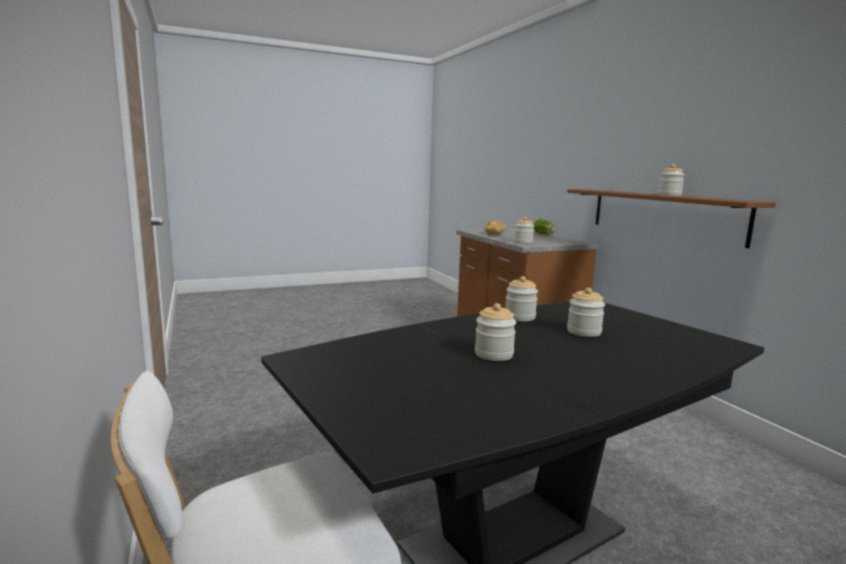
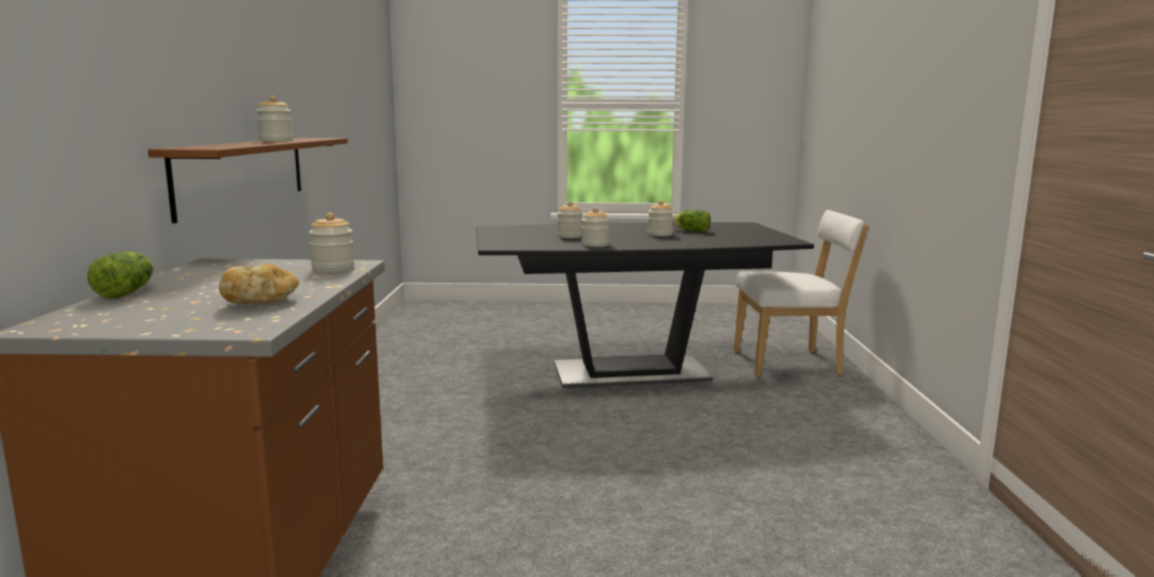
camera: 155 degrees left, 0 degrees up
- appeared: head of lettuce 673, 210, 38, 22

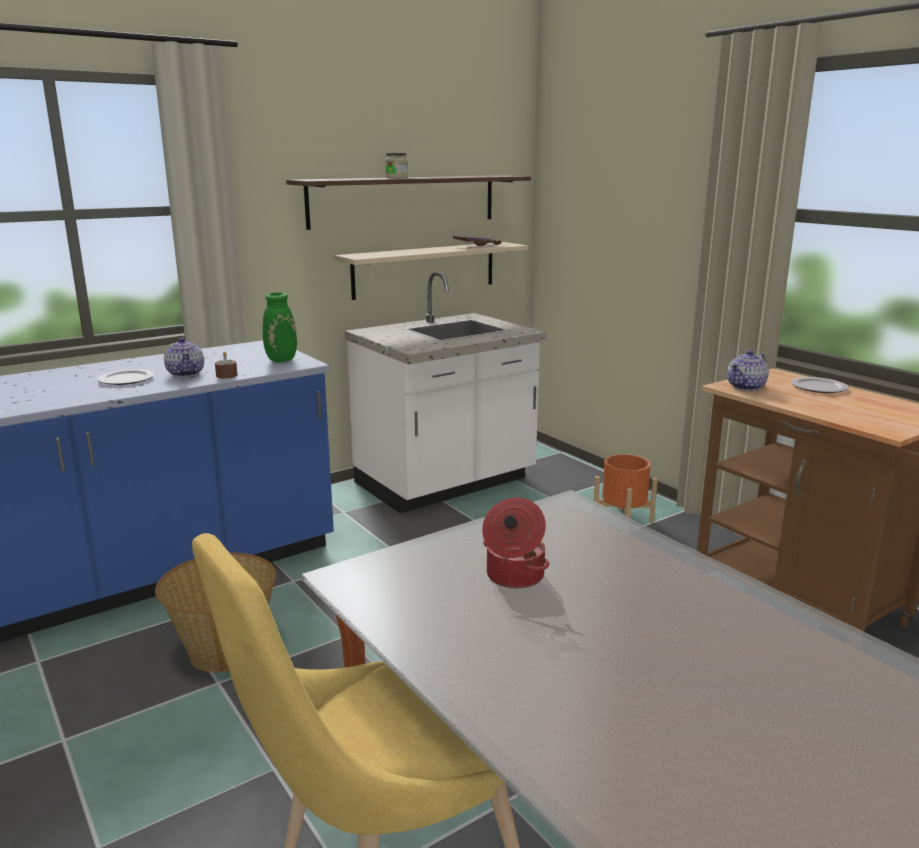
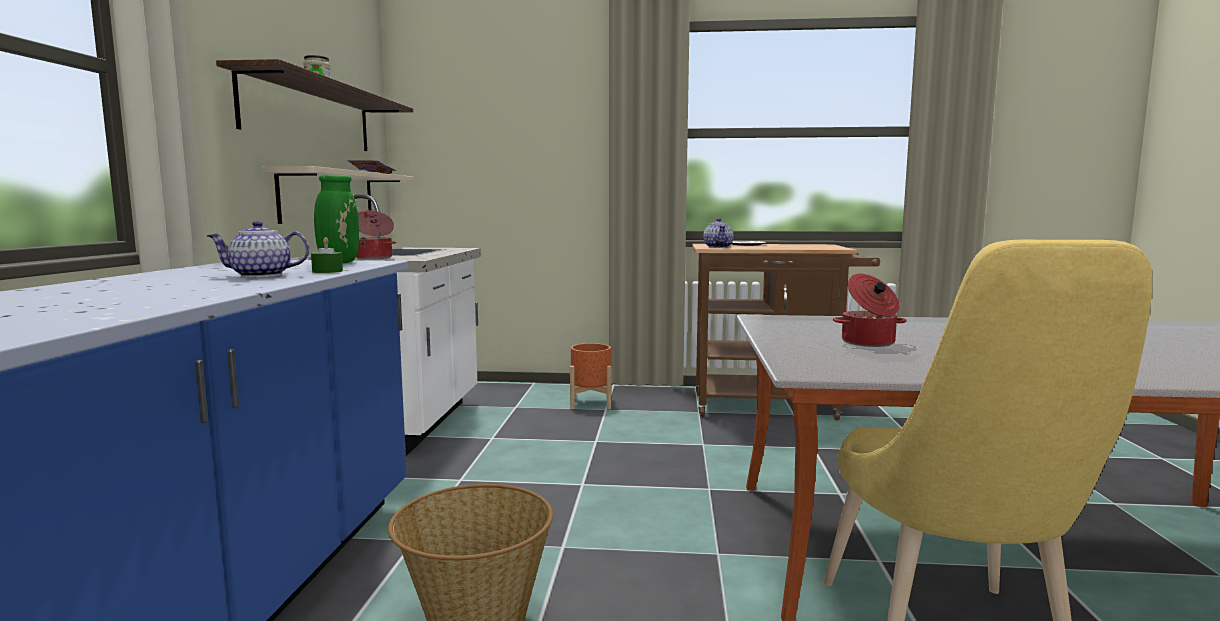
camera: 50 degrees left, 10 degrees down
- spun: teapot 164, 338, 40, 39 = 206, 221, 103, 57 150 degrees clockwise
- colour: wax light (brown-coloured) 215, 352, 22, 27 to wax light (green-coloured) 311, 237, 32, 36
- appeared: saucepot 356, 210, 40, 49
- missing: plate 97, 369, 57, 16

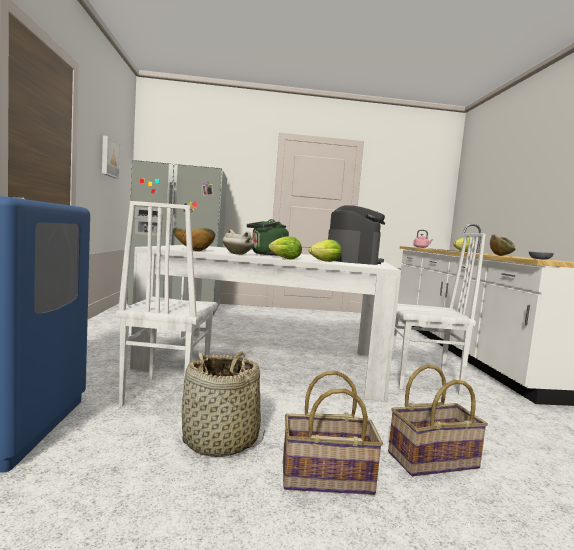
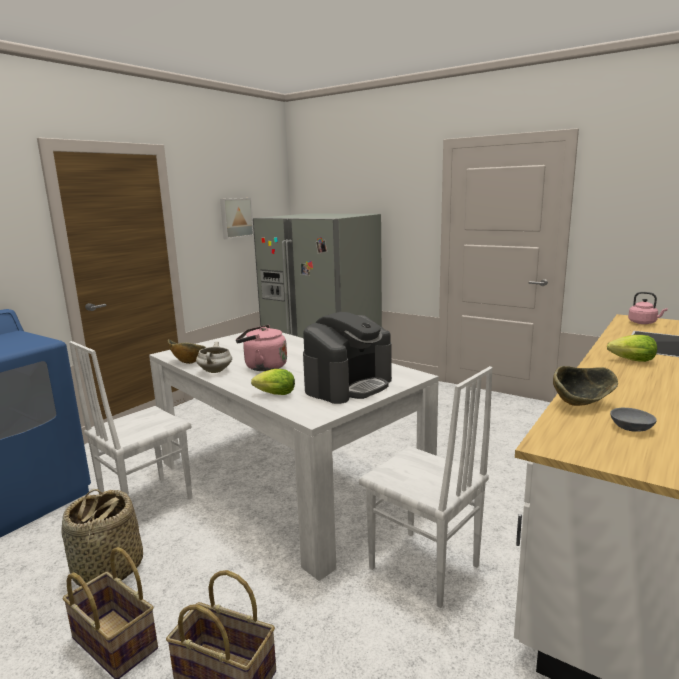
camera: 40 degrees right, 10 degrees up
- colour: tea kettle (green-coloured) 247, 219, 42, 37 to tea kettle (pinkish) 236, 325, 51, 46
- missing: head of lettuce 268, 236, 34, 23

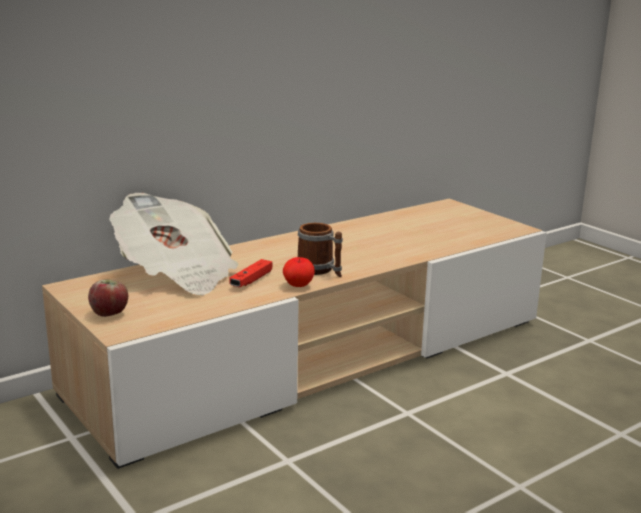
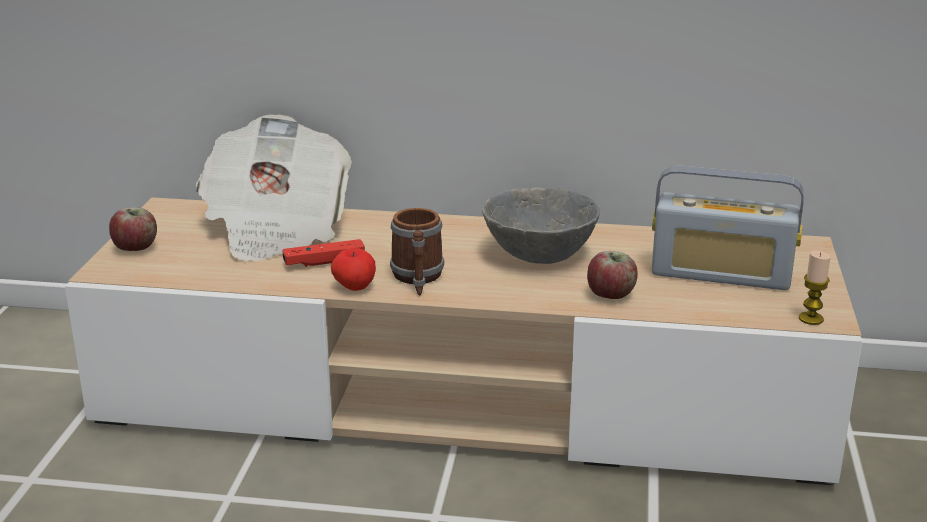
camera: 45 degrees right, 5 degrees up
- appeared: bowl (greyish) 482, 187, 118, 77
- appeared: whole apple 587, 251, 51, 48
- appeared: radio receiver 652, 166, 152, 124
- appeared: wax light 799, 251, 31, 74

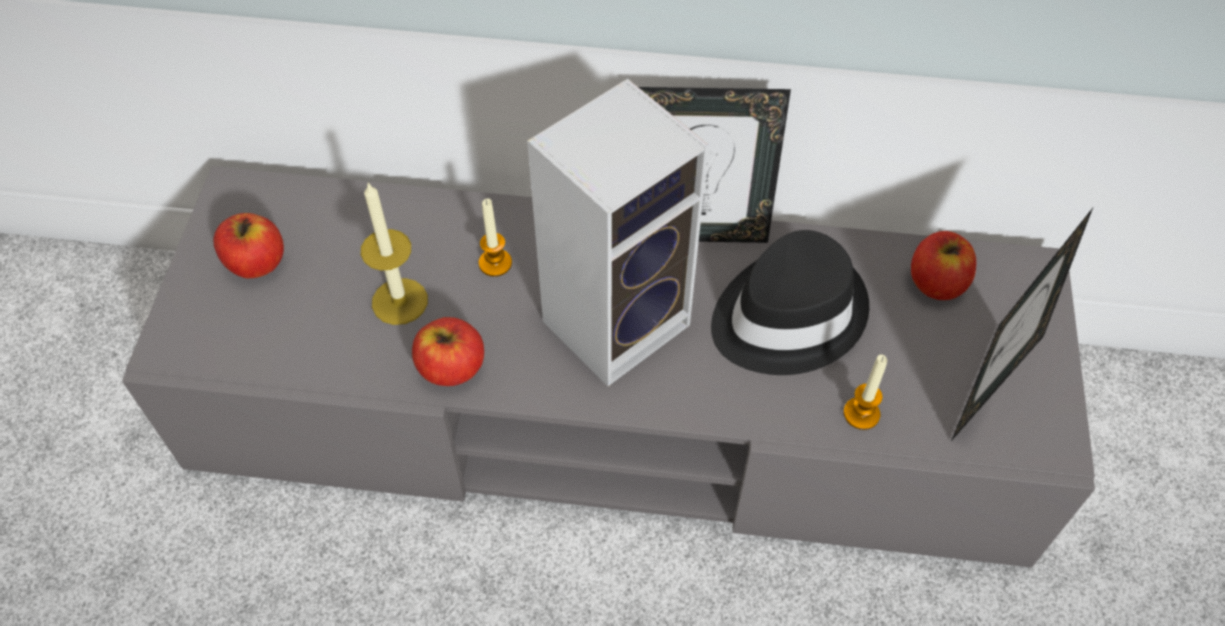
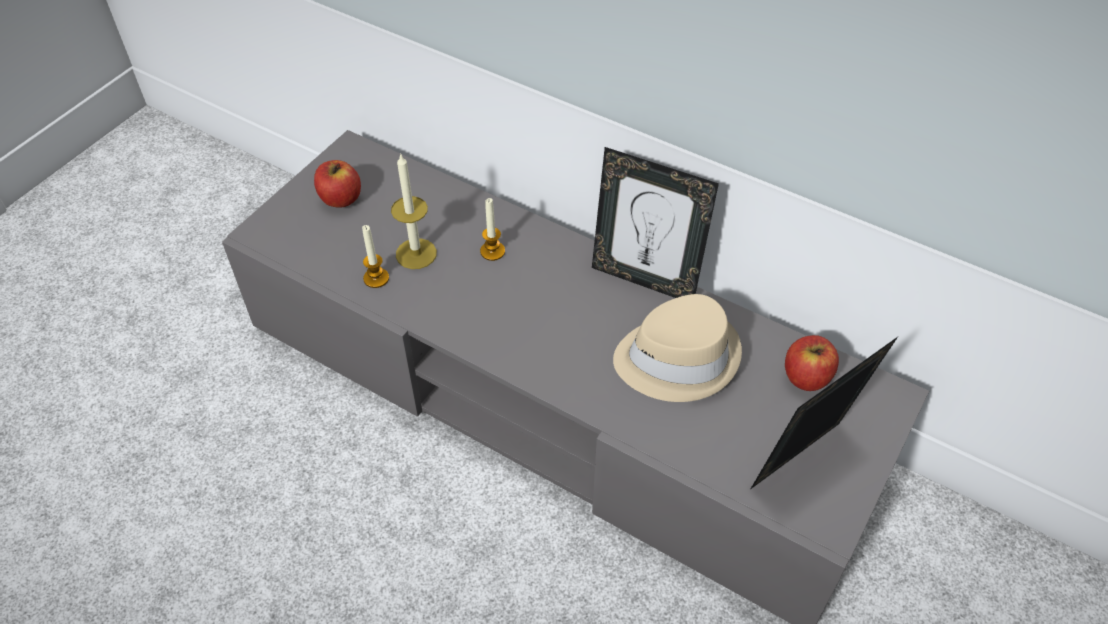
camera: 25 degrees right, 5 degrees down
- relocated: wax light 844, 355, 43, 75 to 362, 225, 27, 63
- colour: clothing hat (black-coloured) 711, 230, 158, 145 to clothing hat (beige) 613, 294, 129, 108
- missing: whole apple 412, 317, 72, 69
- missing: speaker 527, 79, 182, 307

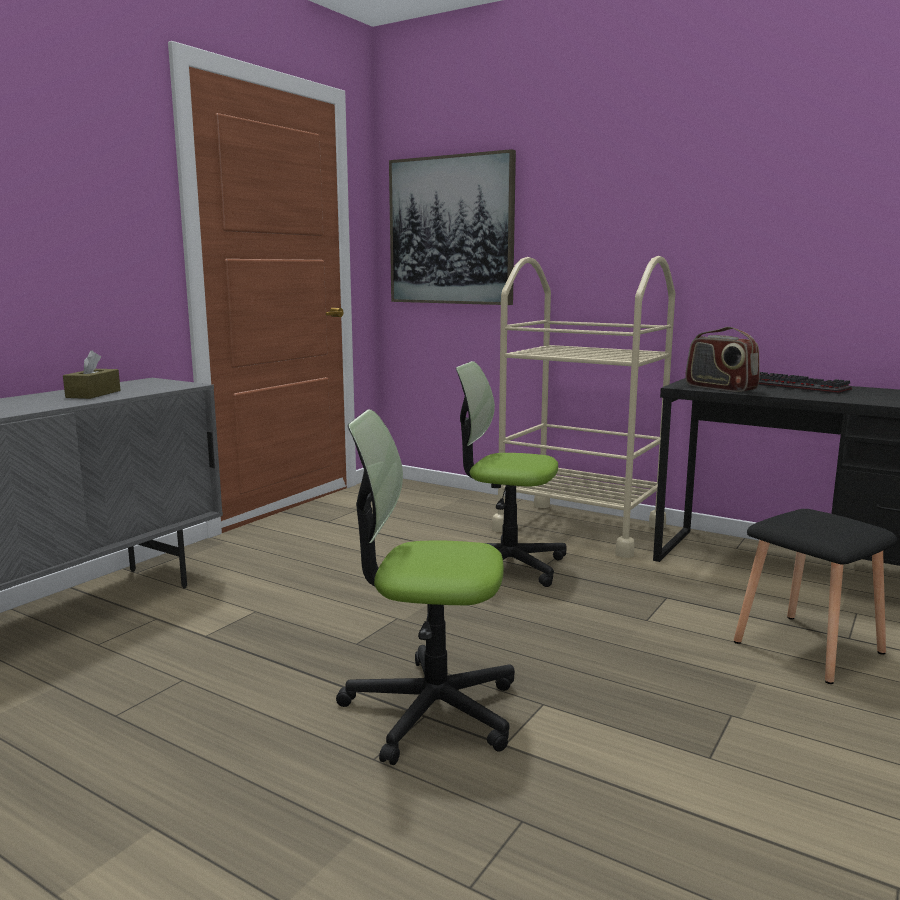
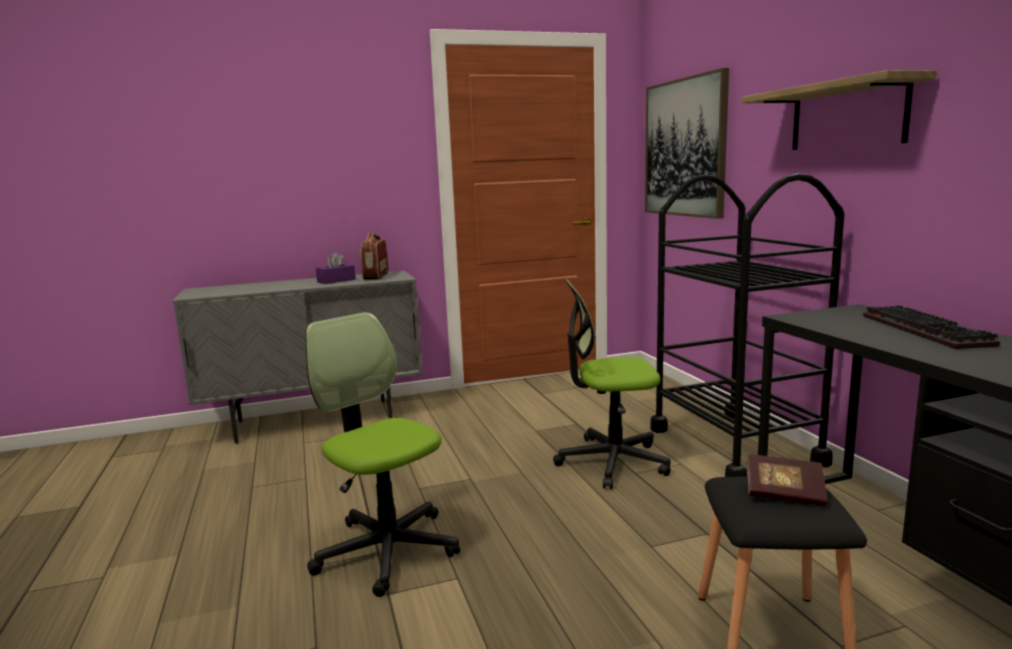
camera: 40 degrees right, 0 degrees up
- colour: tissue holder (brown-coloured) 63, 350, 57, 49 to tissue holder (purplish) 316, 252, 40, 32
- relocated: radio receiver 685, 327, 75, 65 to 360, 232, 28, 48
- spun: office chair 456, 361, 111, 226 = 553, 280, 118, 209 60 degrees counterclockwise
- colour: wheeled cart (beige) 492, 256, 183, 302 to wheeled cart (black-coloured) 650, 173, 195, 304
- appeared: bracket shelf 742, 70, 195, 80
- appeared: book 747, 454, 81, 52

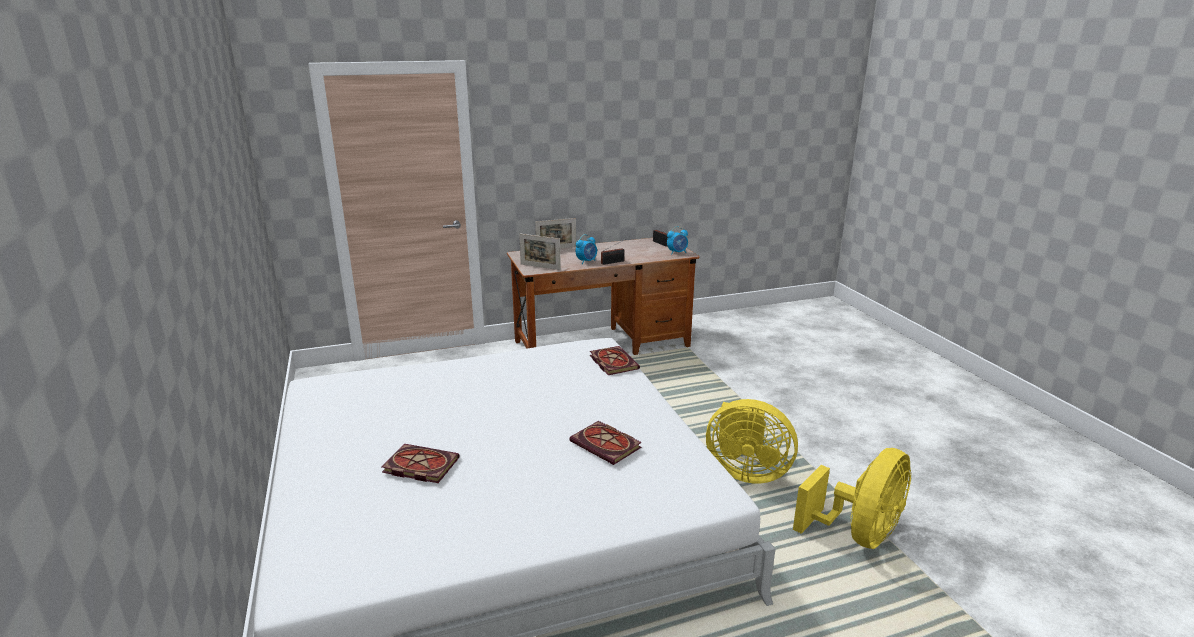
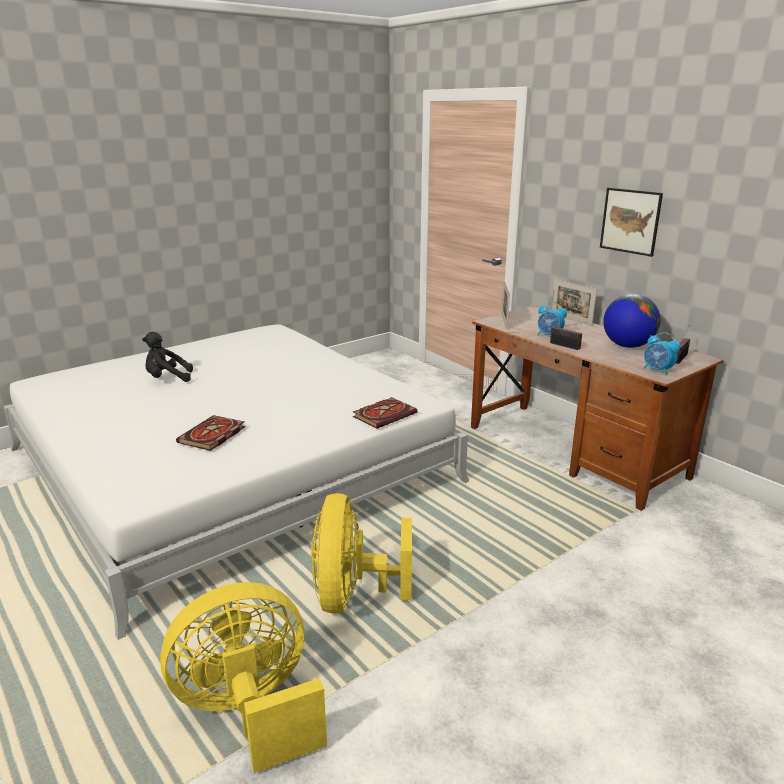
camera: 70 degrees right, 0 degrees up
- exchanged: book 382, 444, 77, 39 to plush toy (black-coloured) 142, 332, 51, 50
- spun: electric fan (yellow-coloured) 793, 448, 118, 101 = 160, 582, 167, 191 135 degrees clockwise
- appeared: picture 600, 188, 63, 69
- appeared: world globe 603, 294, 58, 54

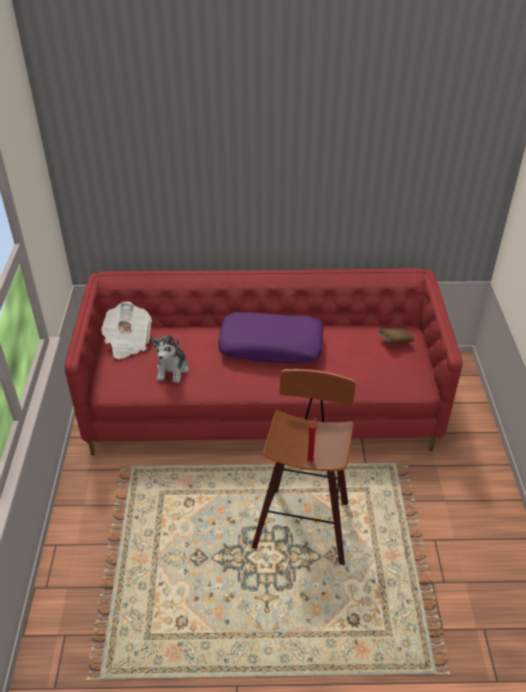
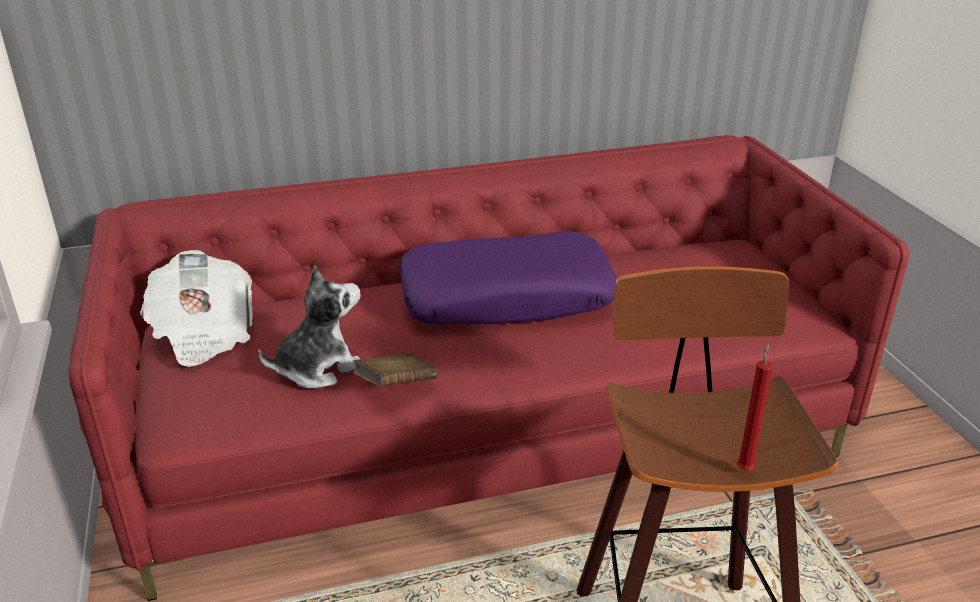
camera: 15 degrees left, 10 degrees down
- spun: plush toy 151, 335, 38, 48 = 258, 265, 103, 124 120 degrees counterclockwise
- relocated: book (brown-coloured) 378, 328, 36, 14 to 353, 354, 85, 32

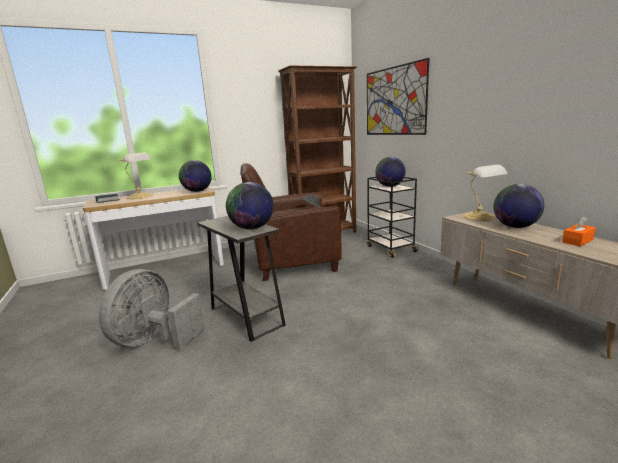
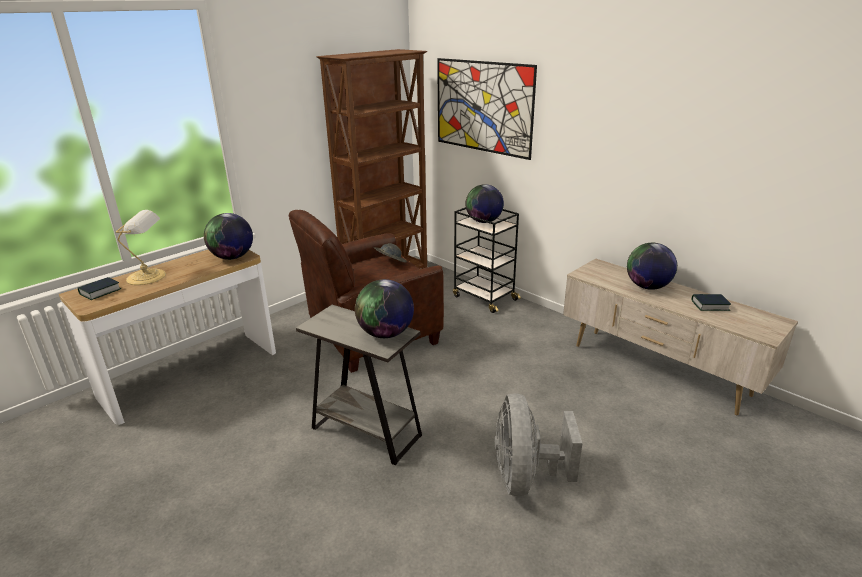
camera: 20 degrees left, 10 degrees up
- relocated: electric fan (greyish) 99, 269, 106, 80 to 495, 393, 88, 104
- exchanged: tissue holder (orange-coloured) 562, 216, 34, 31 to book 692, 294, 39, 17
- missing: table lamp 464, 165, 44, 56

